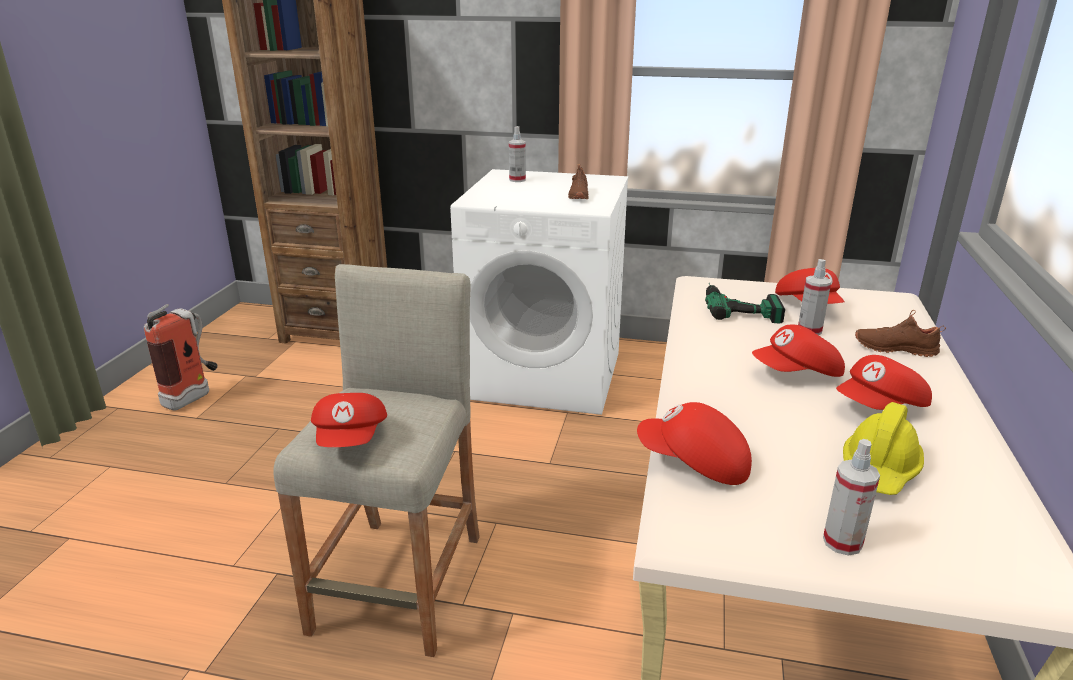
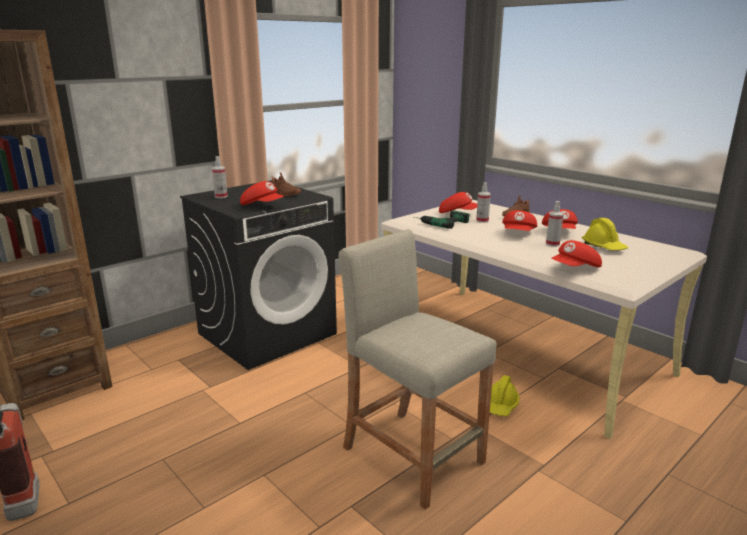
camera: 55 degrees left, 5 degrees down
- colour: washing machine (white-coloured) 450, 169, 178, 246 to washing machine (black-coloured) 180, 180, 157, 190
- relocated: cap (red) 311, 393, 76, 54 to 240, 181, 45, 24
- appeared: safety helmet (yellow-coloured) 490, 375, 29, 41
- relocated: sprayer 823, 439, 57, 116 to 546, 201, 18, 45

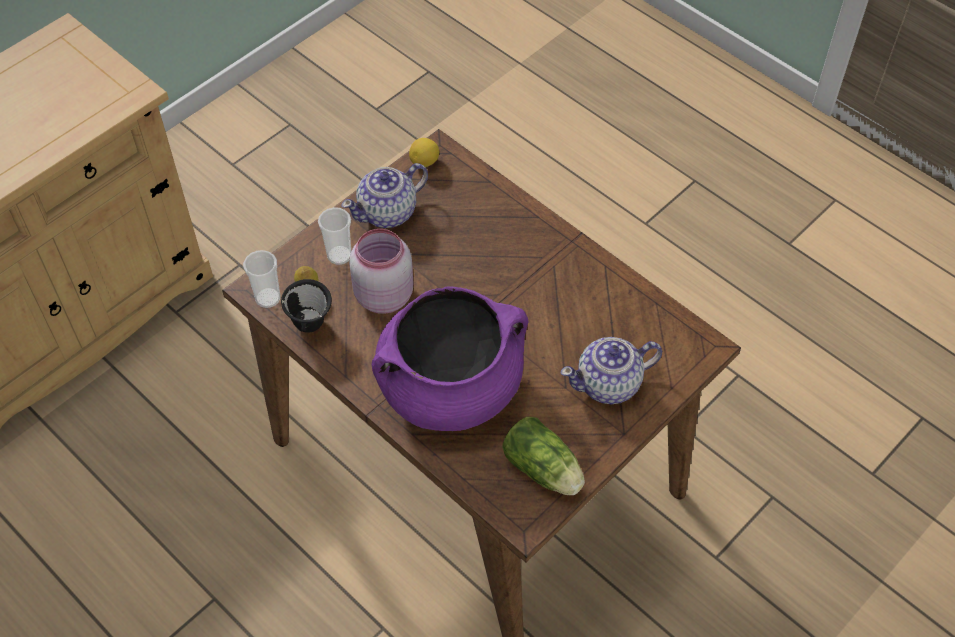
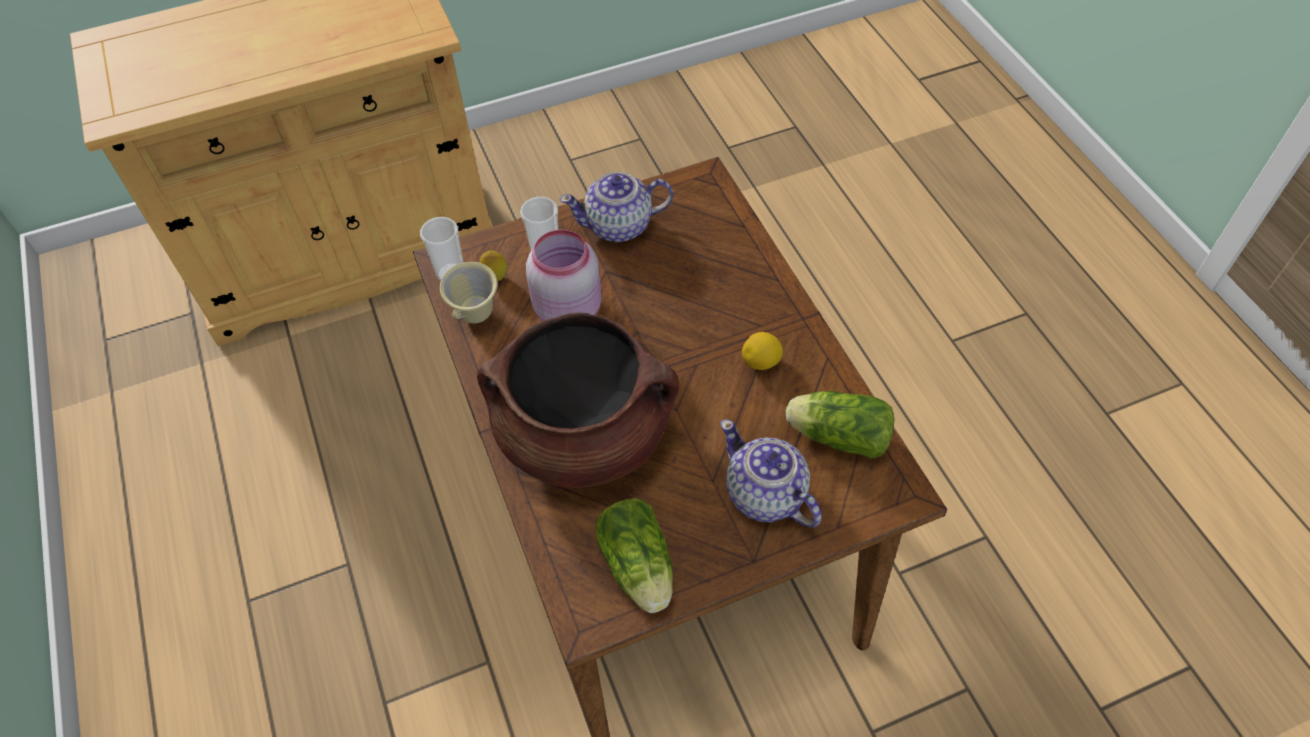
camera: 25 degrees right, 0 degrees up
- colour: tea mug (black-coloured) 281, 279, 51, 54 to tea mug (beige) 440, 262, 57, 61
- colour: saucepot (purplish) 372, 287, 156, 144 to saucepot (brown-coloured) 477, 312, 202, 176
- spun: teapot 561, 337, 101, 67 = 720, 419, 102, 109 45 degrees clockwise
- relocated: citrus fruit 409, 138, 30, 29 to 742, 332, 41, 38
- appeared: head of lettuce 786, 391, 108, 68

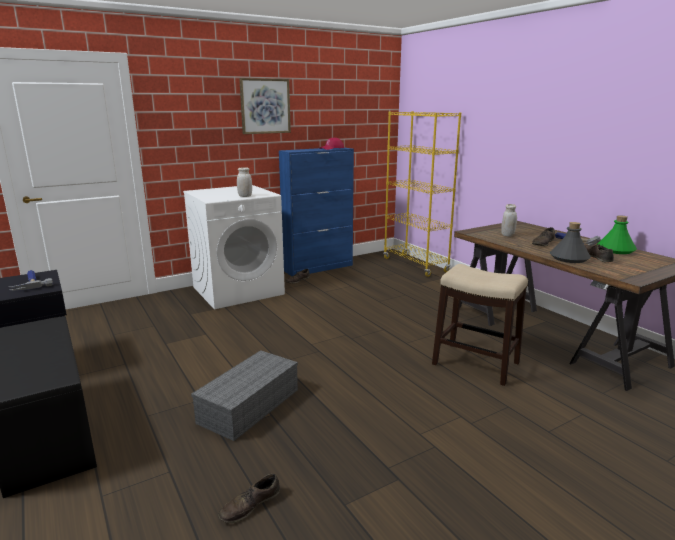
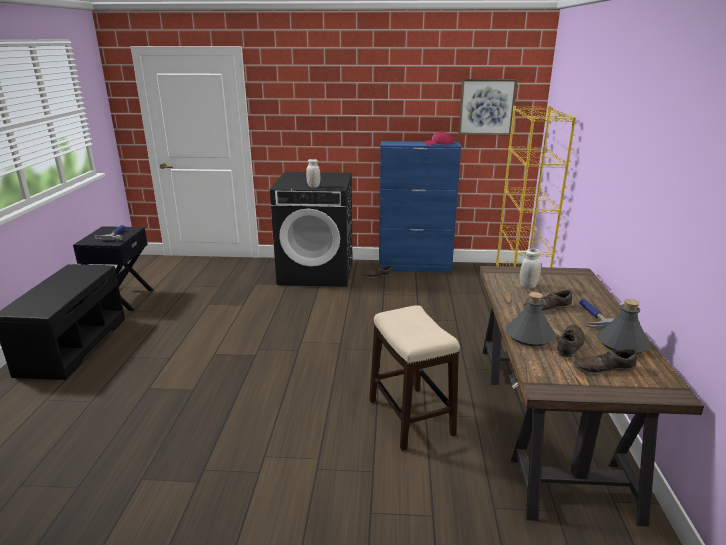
camera: 35 degrees right, 5 degrees up
- colour: washing machine (white-coloured) 183, 185, 102, 124 to washing machine (black-coloured) 270, 172, 82, 115
- relocated: picture 239, 78, 52, 56 to 458, 79, 59, 56
- relocated: item of footwear (brown-coloured) 218, 474, 62, 49 to 573, 349, 64, 26
- colour: bottle (green-coloured) 597, 215, 40, 39 to bottle (greyish) 597, 299, 54, 55
- missing: storage box (greyish) 191, 350, 107, 91

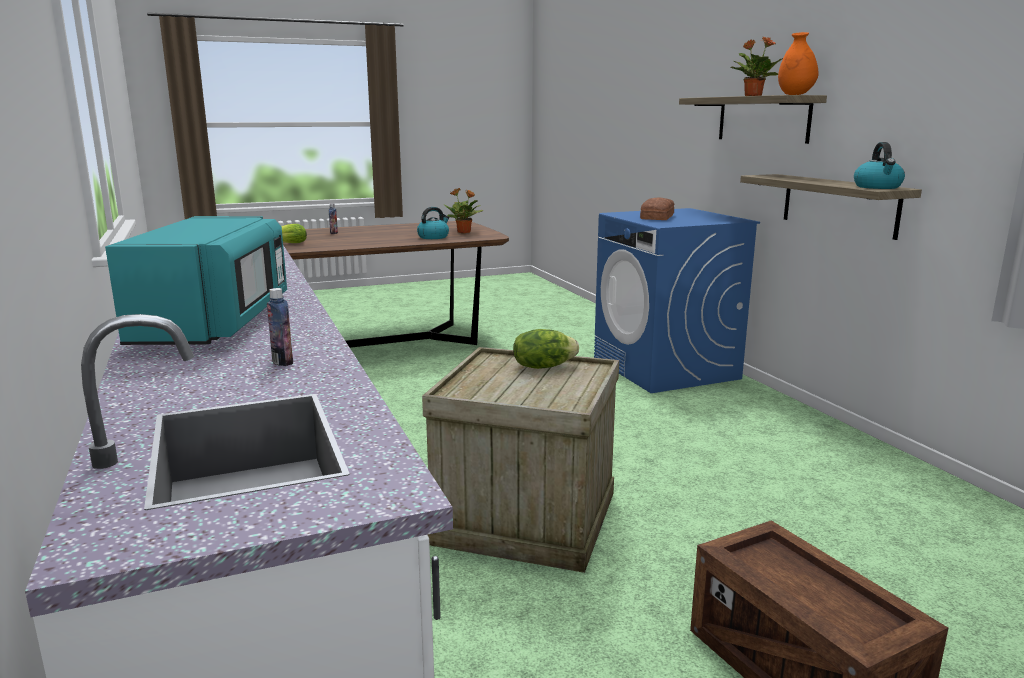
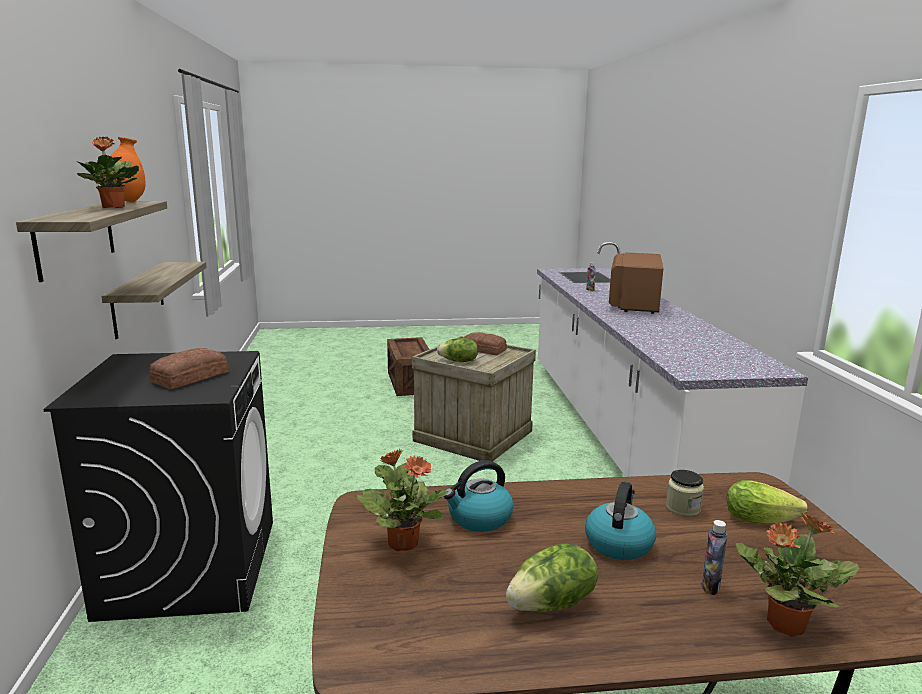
camera: 165 degrees left, 0 degrees up
- colour: washing machine (blue) 594, 208, 166, 185 to washing machine (black-coloured) 44, 351, 229, 271
- appeared: baked bread 463, 332, 44, 23
- appeared: head of lettuce 506, 544, 92, 68
- relocated: tea kettle 854, 142, 51, 47 to 585, 482, 71, 78
- colour: microwave oven (turquoise-coloured) 105, 216, 182, 129 to microwave oven (brown-coloured) 609, 252, 54, 62
- appeared: jar 666, 470, 38, 47
- appeared: plant in a pot 736, 511, 123, 126

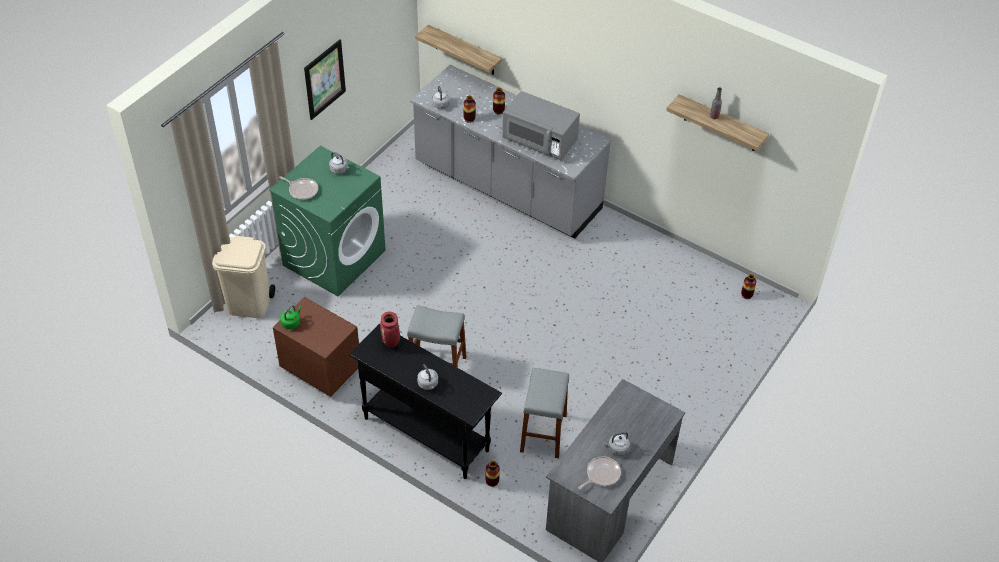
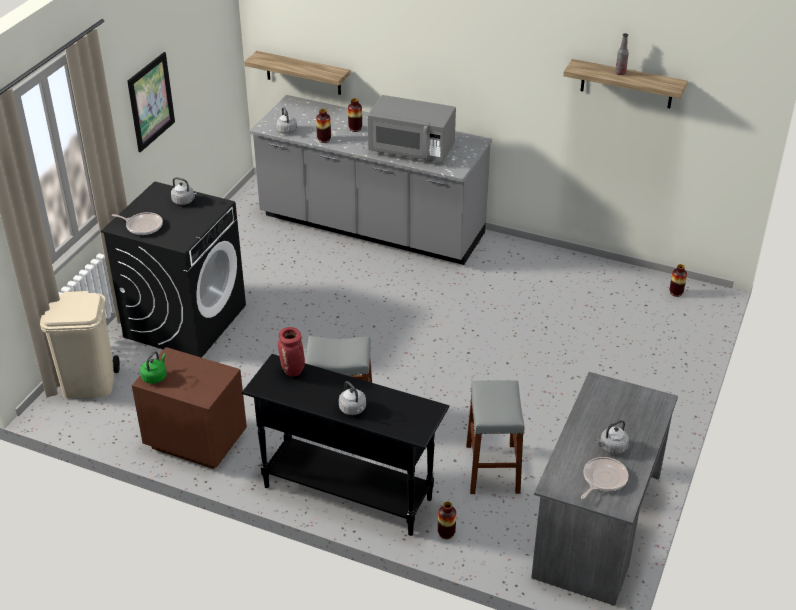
camera: 10 degrees left, 10 degrees down
- colour: washing machine (green-coloured) 269, 146, 117, 150 to washing machine (black-coloured) 101, 181, 145, 177

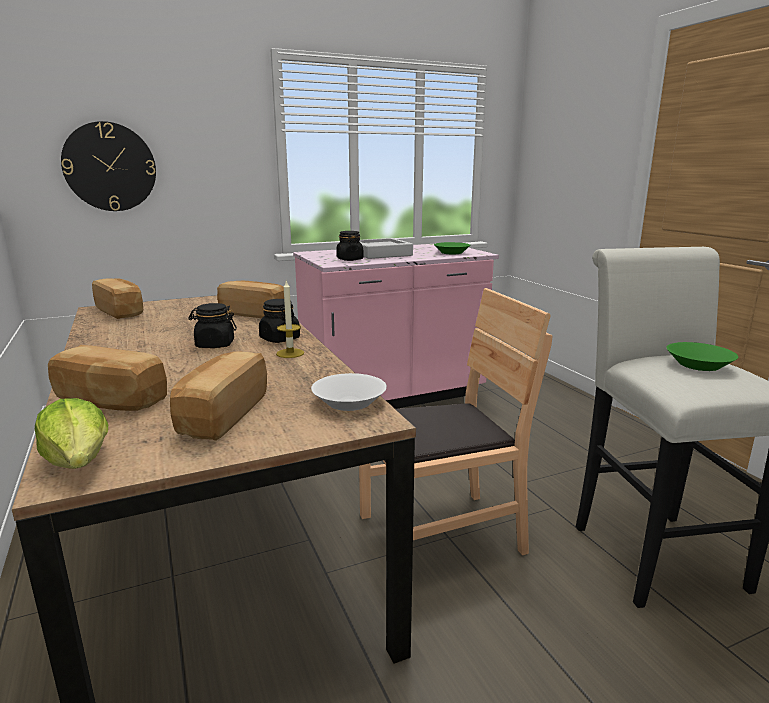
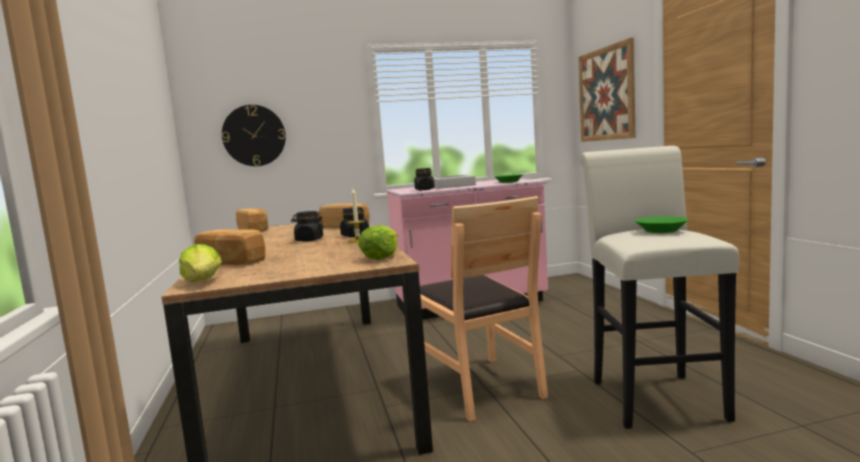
camera: 10 degrees right, 10 degrees down
- exchanged: bowl (white-coloured) 311, 373, 76, 38 to head of lettuce 358, 225, 40, 35
- spun: chair (brown-coloured) 359, 288, 193, 267 = 420, 196, 128, 226 75 degrees clockwise
- appeared: picture 578, 38, 57, 104
- missing: baked bread 170, 351, 97, 90

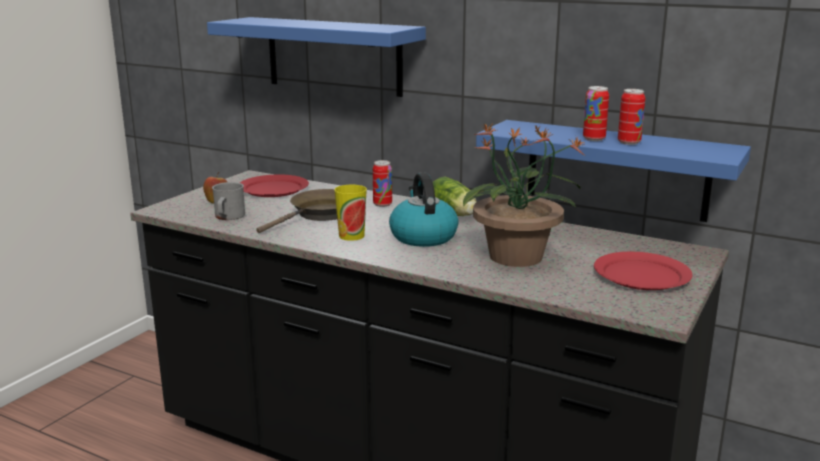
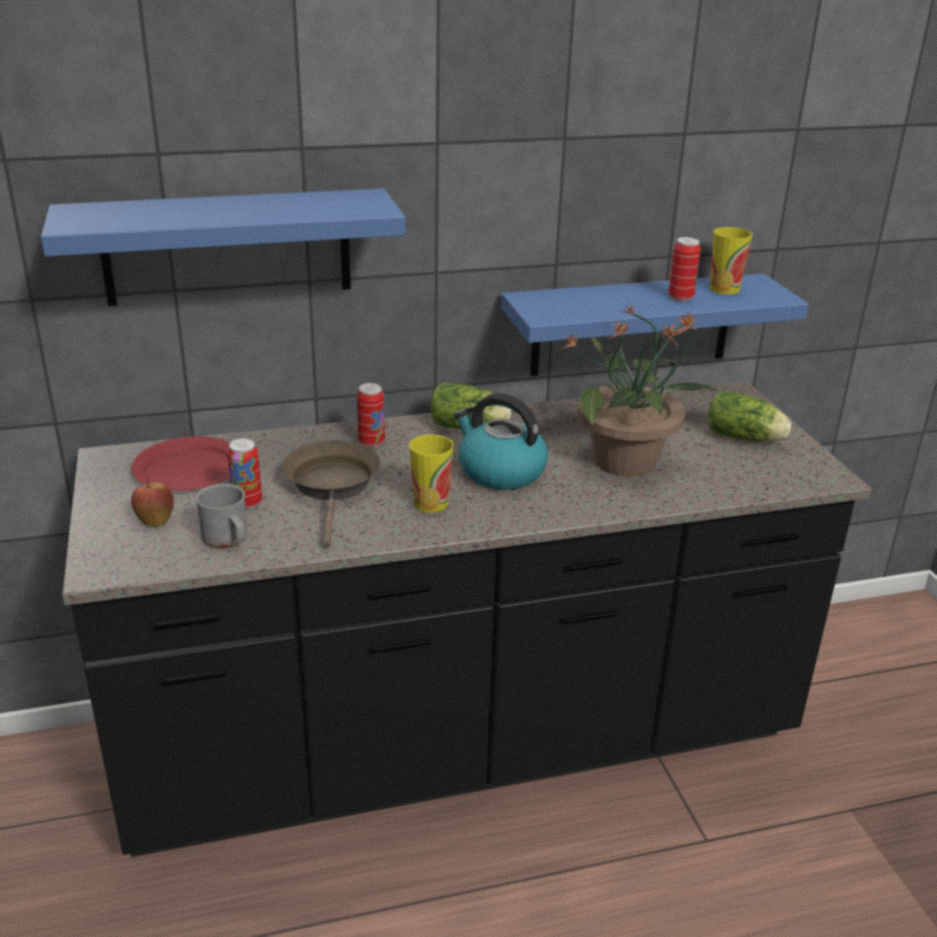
camera: 45 degrees left, 10 degrees up
- relocated: sealed can 583, 86, 26, 55 to 227, 438, 35, 71
- exchanged: plate (red) 594, 252, 99, 38 to head of lettuce 708, 391, 83, 51
- appeared: small cup 710, 227, 43, 67

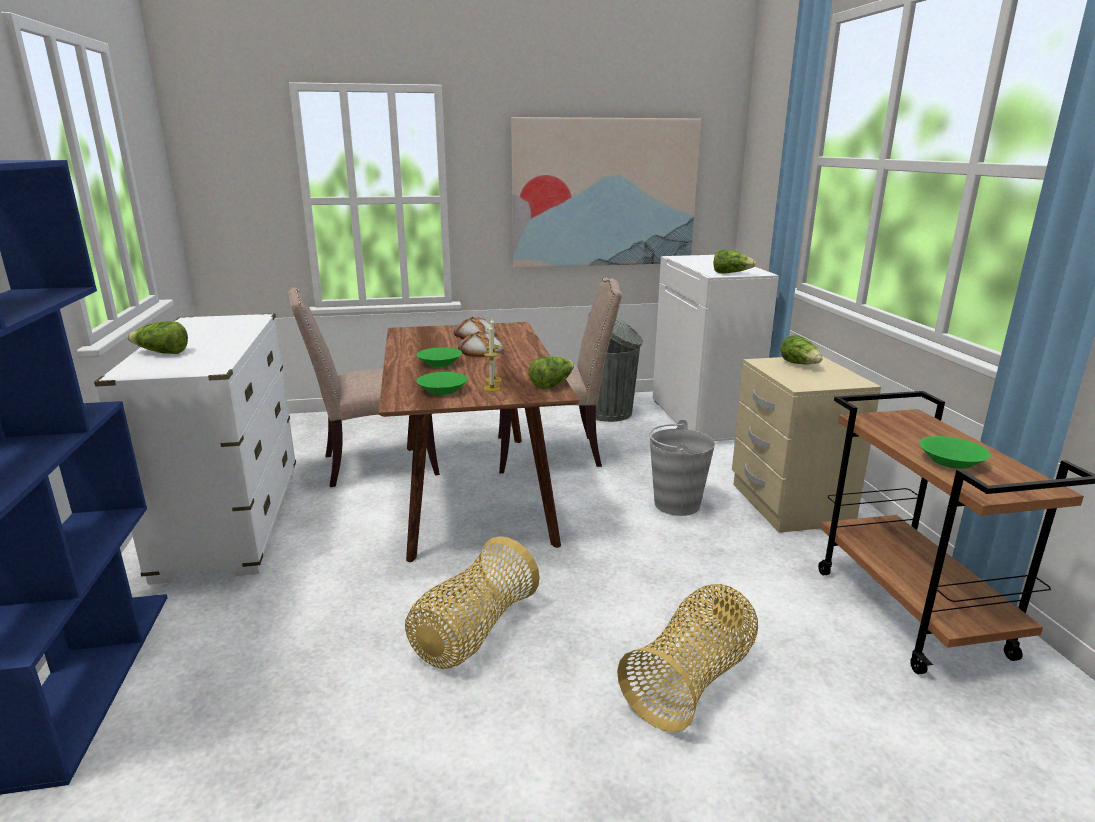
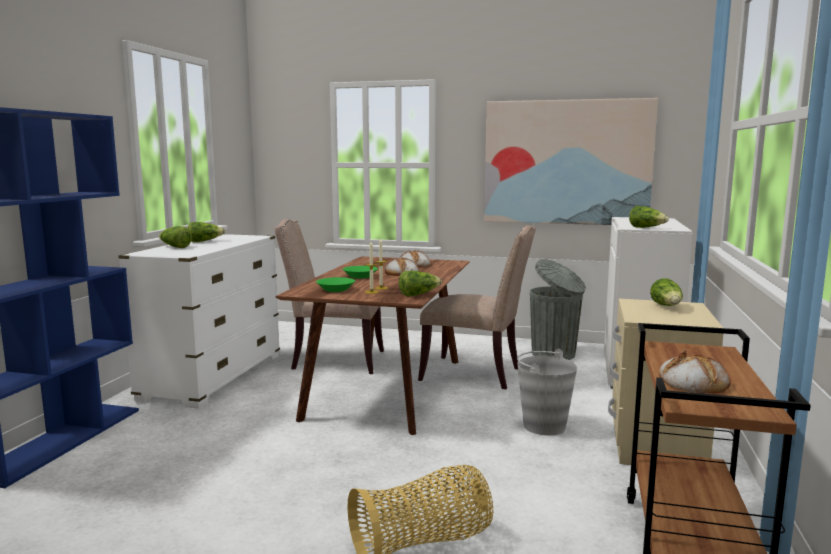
camera: 25 degrees right, 10 degrees down
- appeared: head of lettuce 188, 222, 37, 20
- exchanged: bowl (green-coloured) 919, 436, 72, 33 to baked bread 659, 350, 72, 44
- missing: basket 405, 536, 135, 133

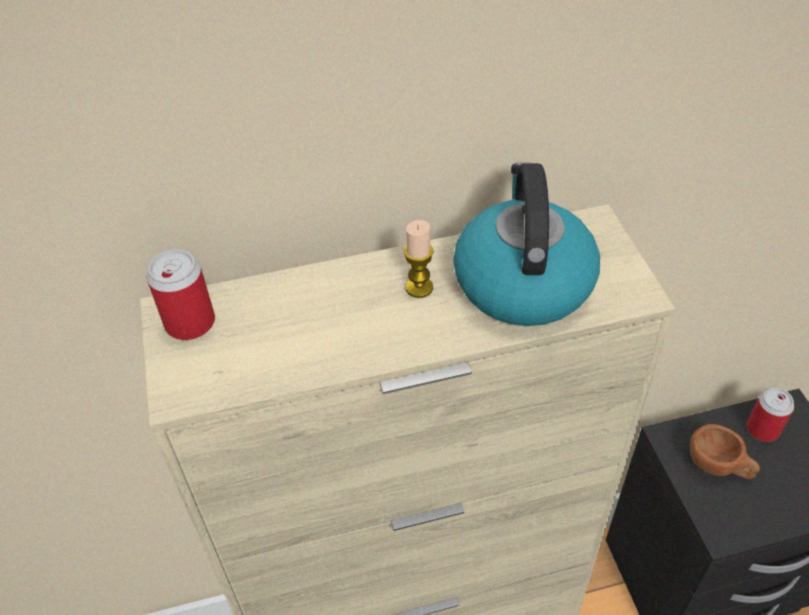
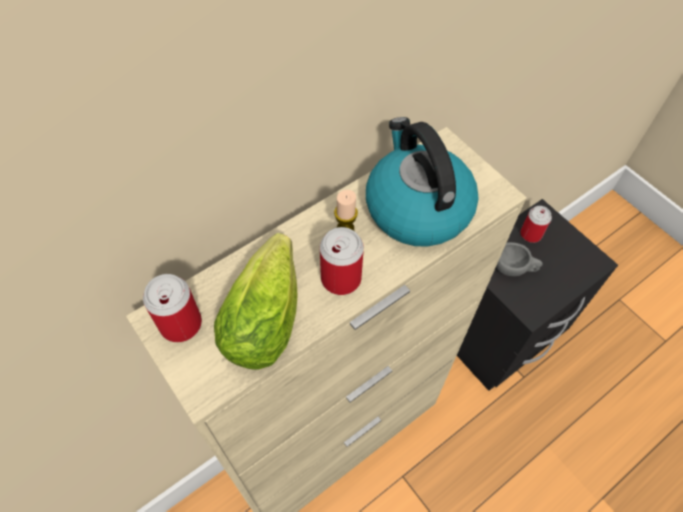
camera: 25 degrees left, 10 degrees up
- appeared: head of lettuce 214, 233, 84, 137
- appeared: sealed can 320, 227, 44, 68
- colour: small cup (brown-coloured) 690, 424, 70, 55 to small cup (greyish) 496, 242, 47, 34

